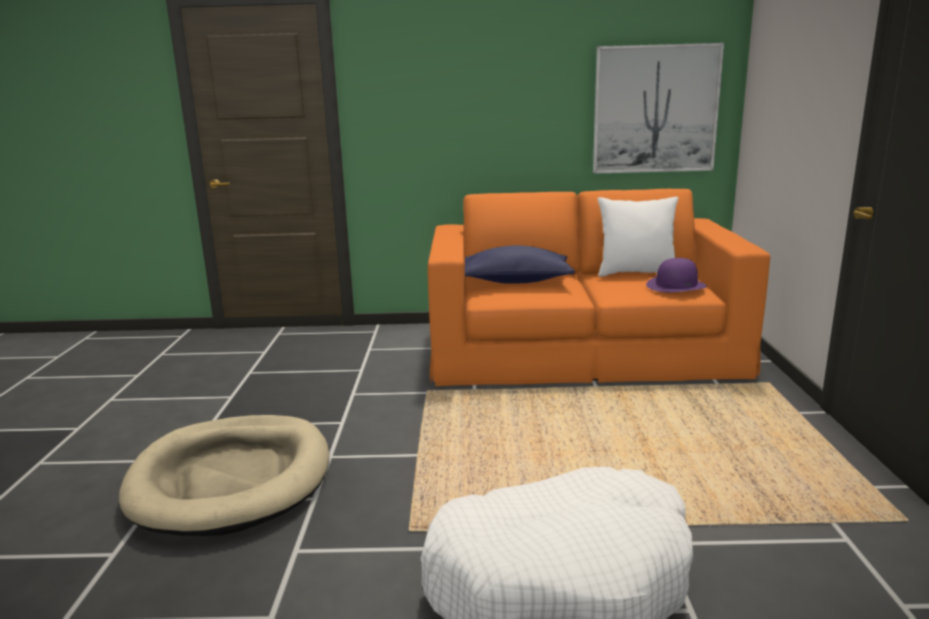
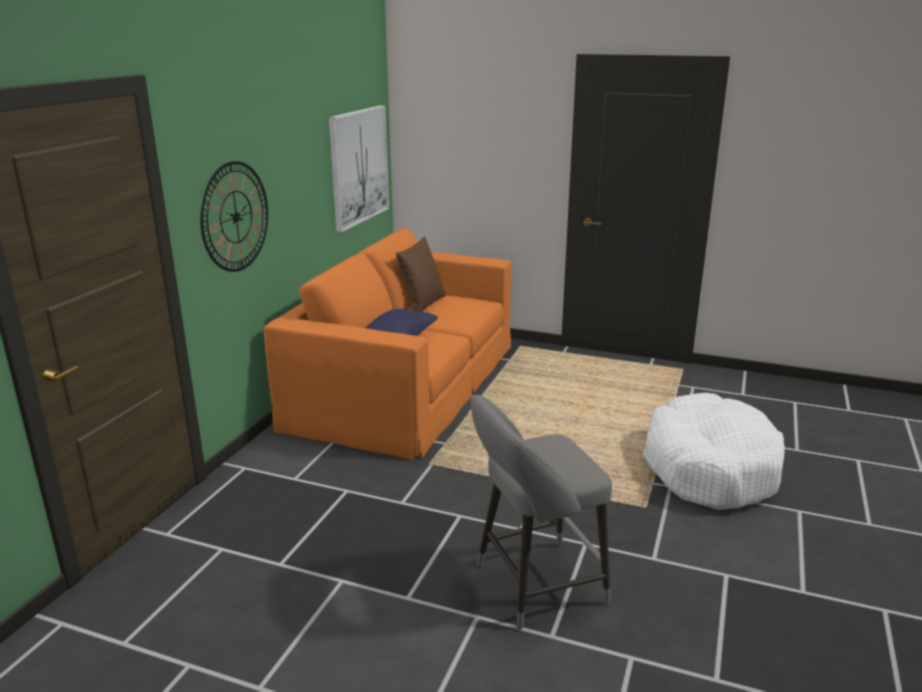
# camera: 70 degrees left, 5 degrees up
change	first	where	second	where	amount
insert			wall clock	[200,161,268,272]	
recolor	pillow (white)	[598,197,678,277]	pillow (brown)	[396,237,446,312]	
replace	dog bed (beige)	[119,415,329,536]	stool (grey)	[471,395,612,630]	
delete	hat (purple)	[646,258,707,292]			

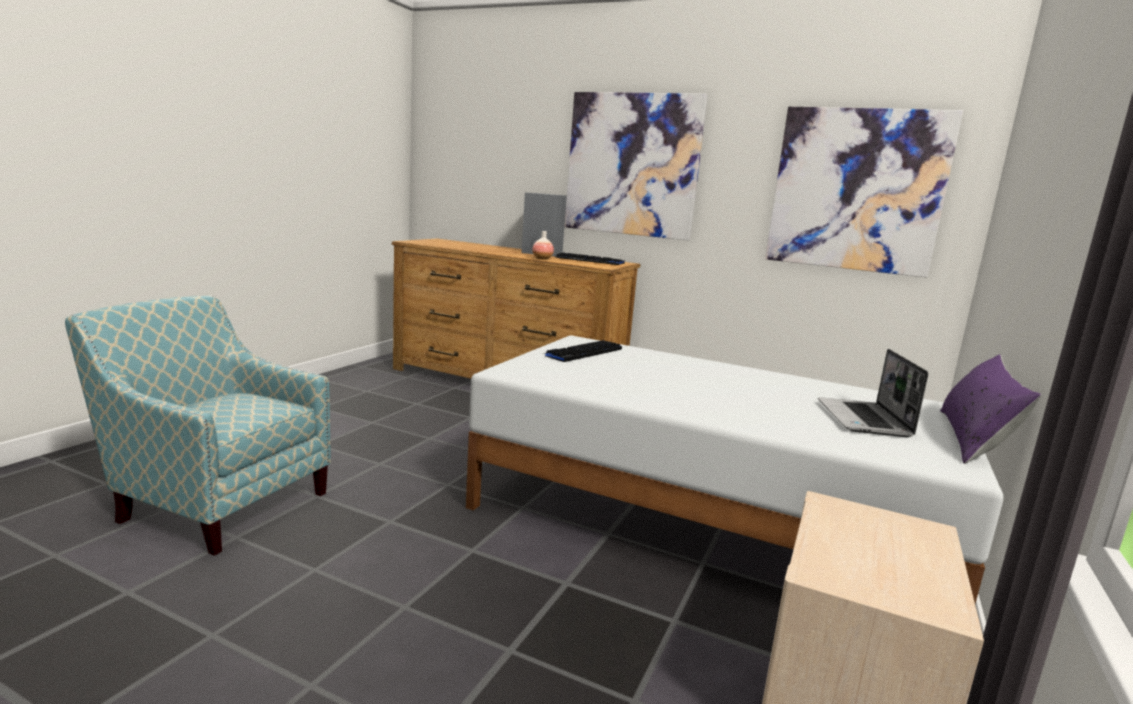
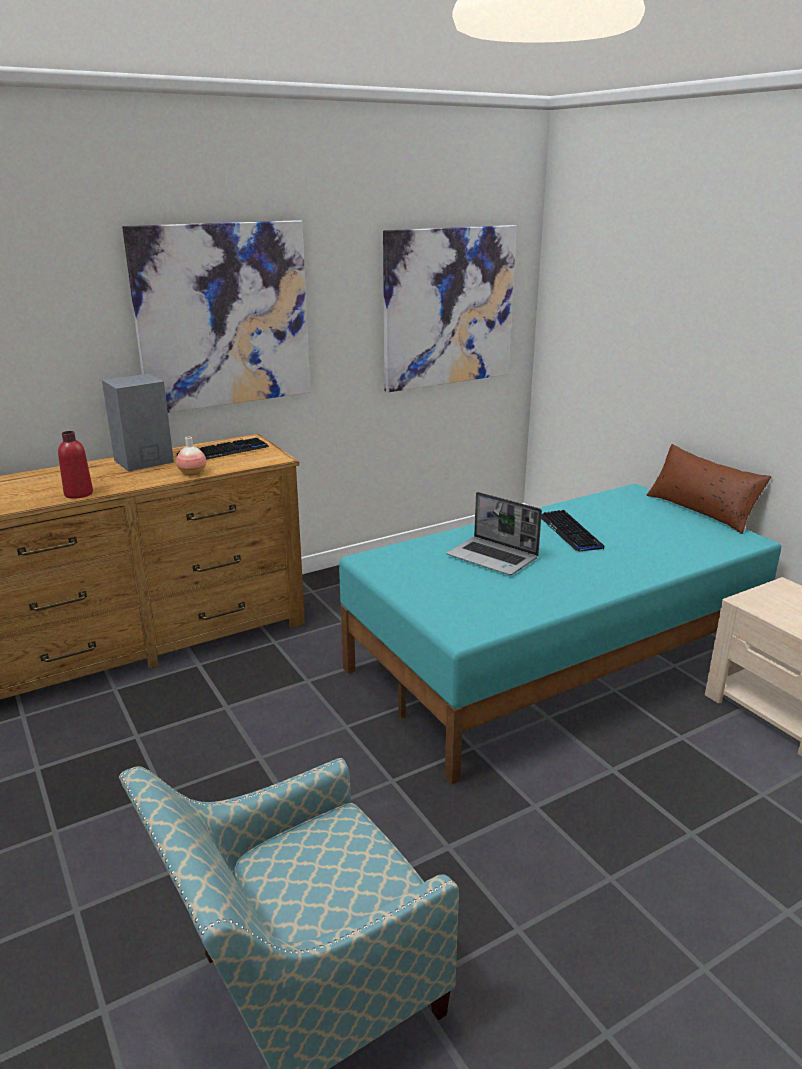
# camera: 55 degrees left, 10 degrees up
change	first	where	second	where	amount
insert			bottle (red)	[58,431,93,499]	
recolor	bed (white)	[466,335,1004,603]	bed (turquoise)	[339,484,781,784]	
move	laptop	[818,349,928,437]		[447,492,542,575]	
move	keyboard	[543,340,622,362]		[541,510,604,551]	
recolor	pillow (purple)	[940,354,1041,464]	pillow (brown)	[646,444,771,534]	

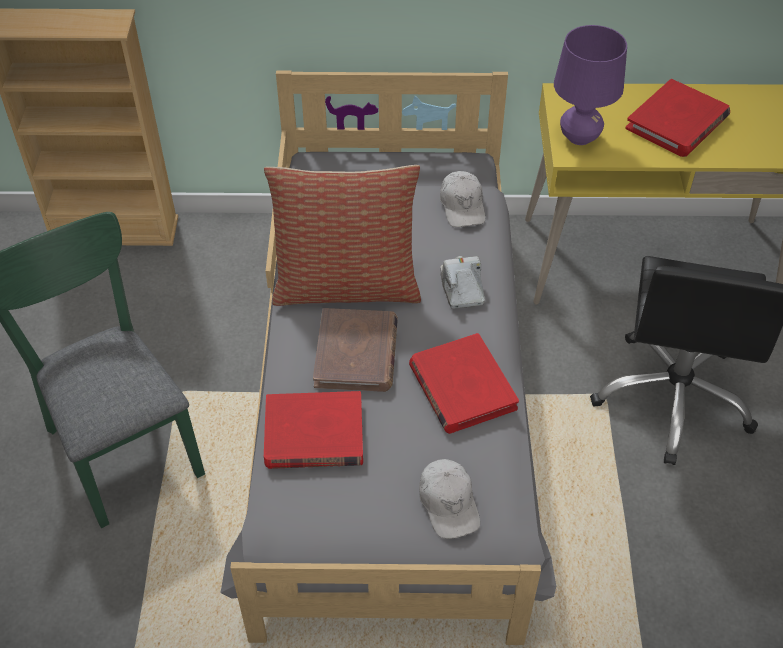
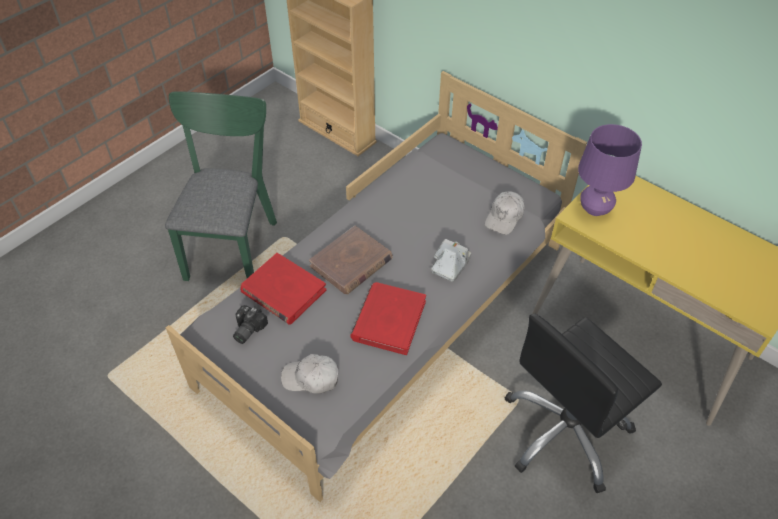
# camera: 40 degrees right, 0 degrees up
change	first	where	second	where	amount
insert			photo camera	[233,305,268,344]	
rotate	cap (white)	[419,459,480,539]		[281,354,339,394]	75 degrees clockwise
delete	pillow	[264,165,421,306]			
delete	book (red)	[625,79,730,157]			

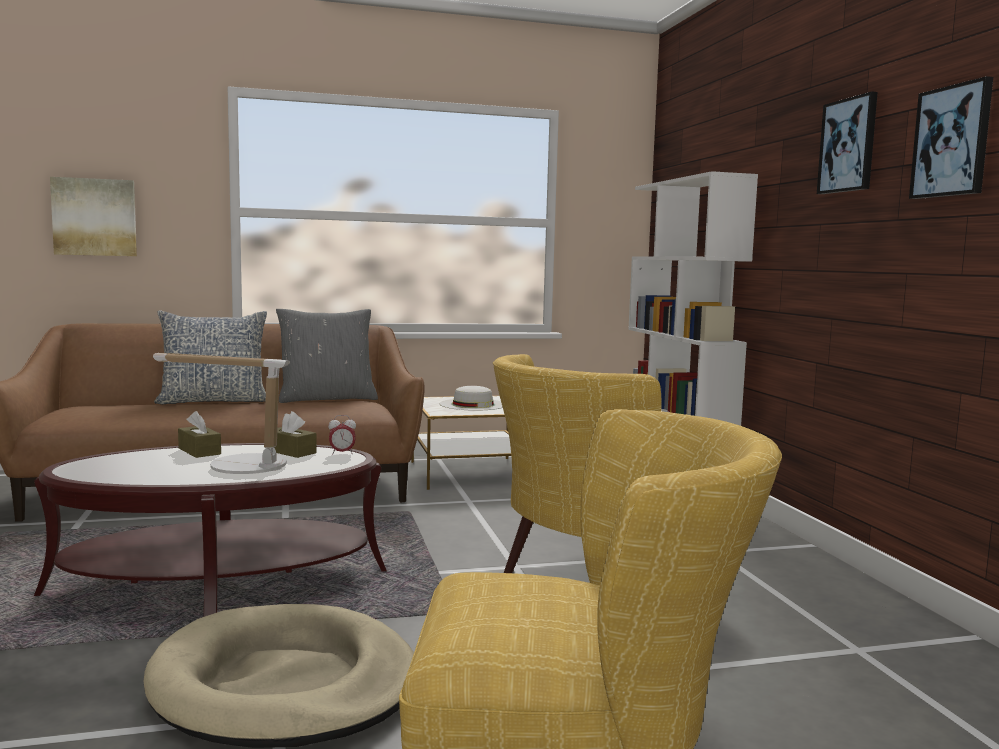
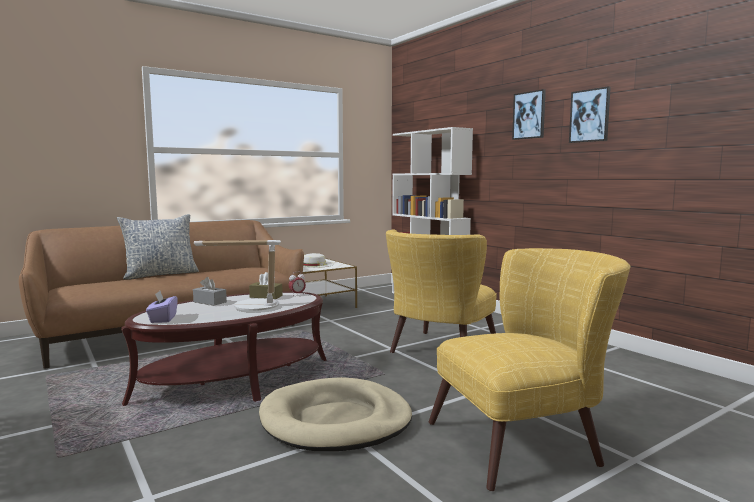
# camera: 20 degrees left, 0 degrees up
change	first	where	second	where	amount
insert			tissue box (purple)	[146,291,178,323]	
recolor	tissue box (brown)	[178,411,221,458]	tissue box (grey)	[193,277,227,306]	
delete	picture	[50,177,137,256]			
delete	pillow (grey)	[276,309,378,403]			

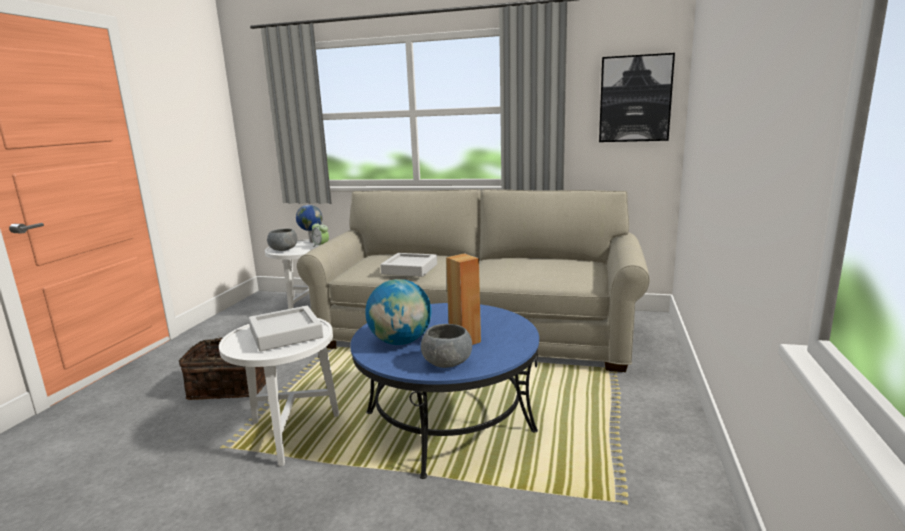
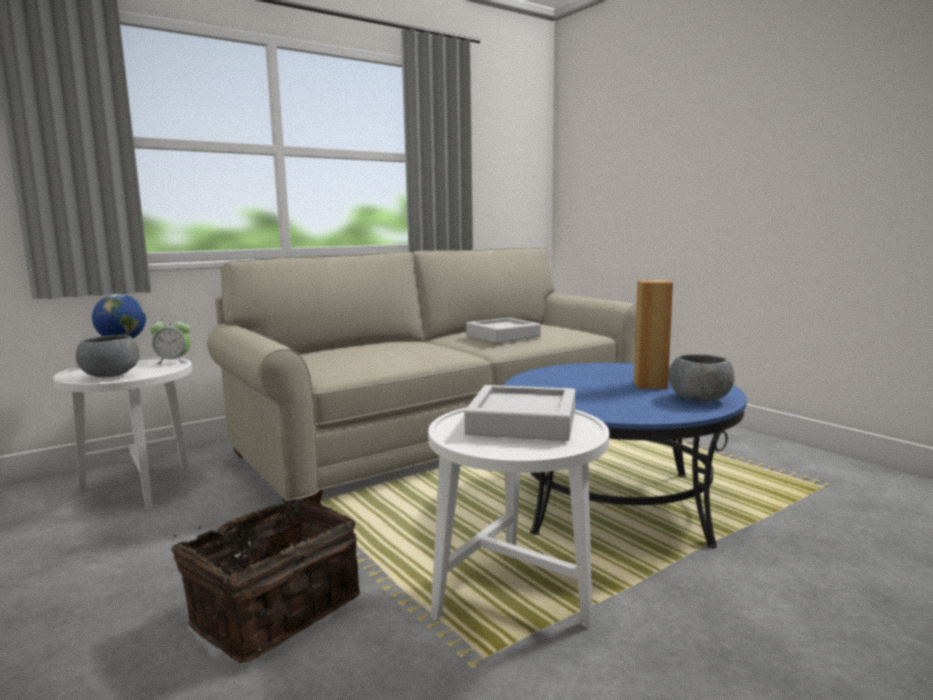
# camera: 50 degrees left, 5 degrees down
change	first	where	second	where	amount
move	tray (grey)	[381,253,437,277]		[466,318,541,343]	
delete	globe	[365,279,431,345]			
delete	picture	[599,53,675,142]			

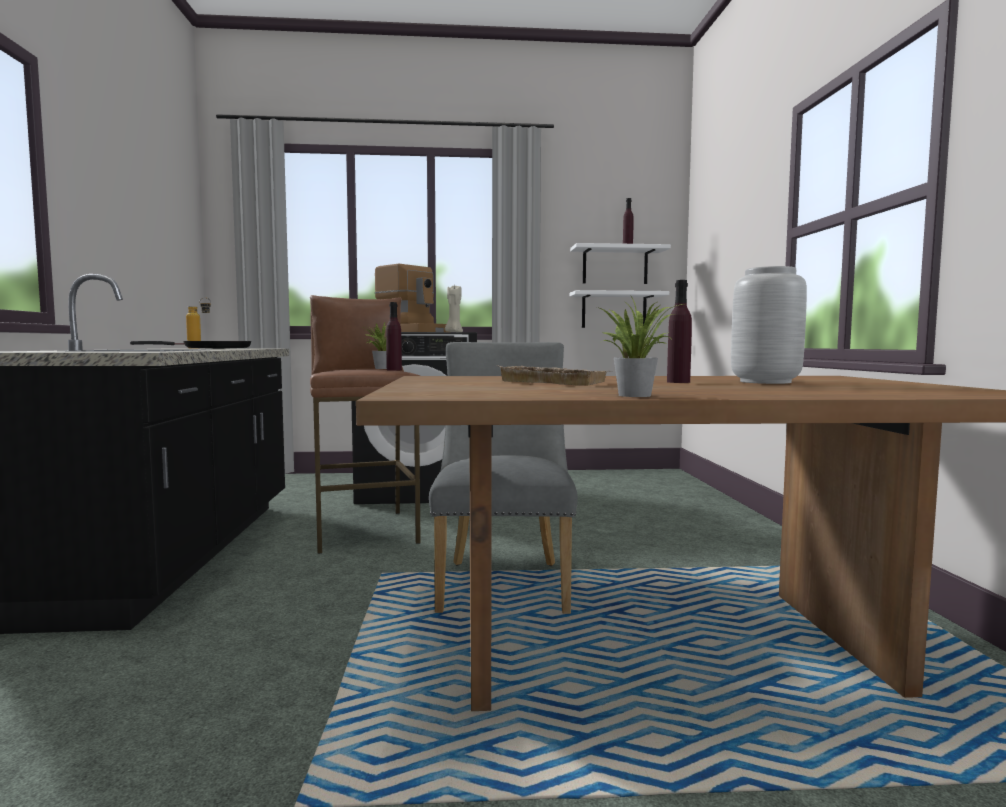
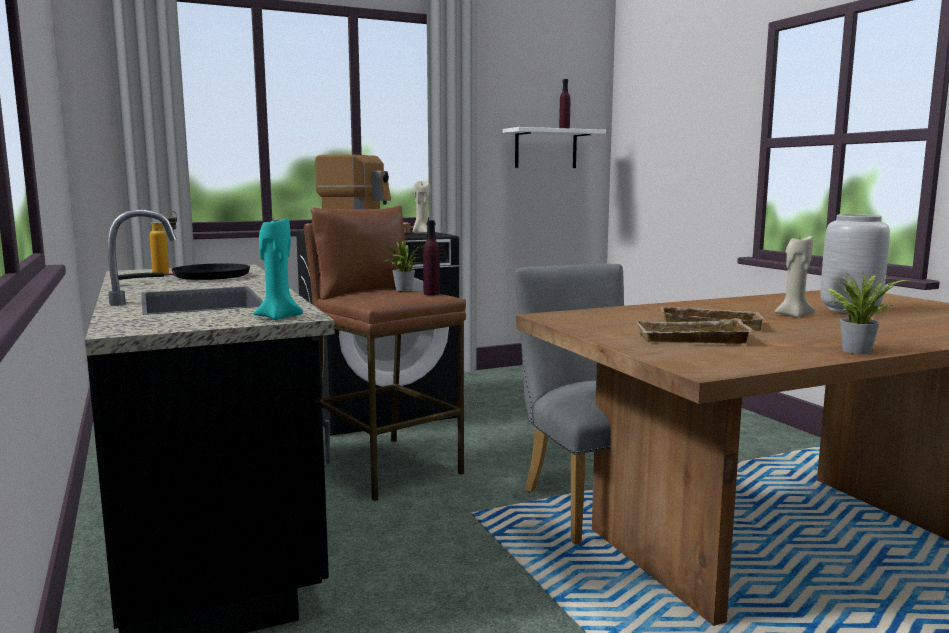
# camera: 20 degrees left, 5 degrees up
change	first	where	second	where	amount
insert			candle (turquoise)	[253,215,303,320]	
insert			tray (beige)	[636,318,754,344]	
replace	bottle (purple)	[667,280,692,383]	candle (beige)	[774,236,815,318]	
delete	shelf (white)	[570,290,669,328]			

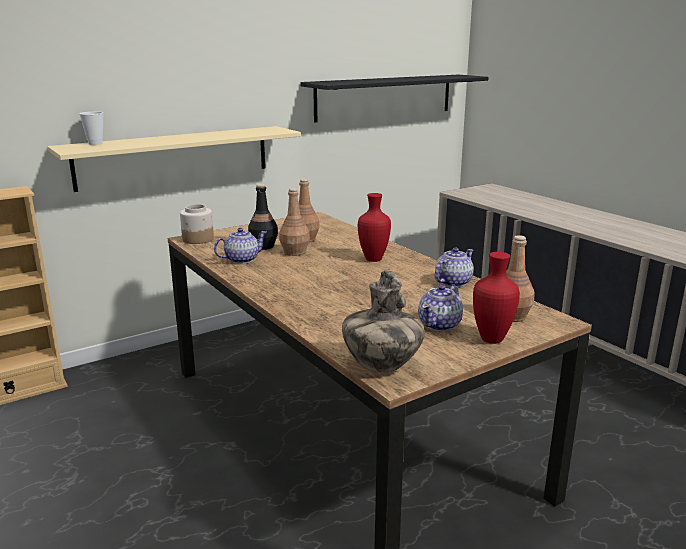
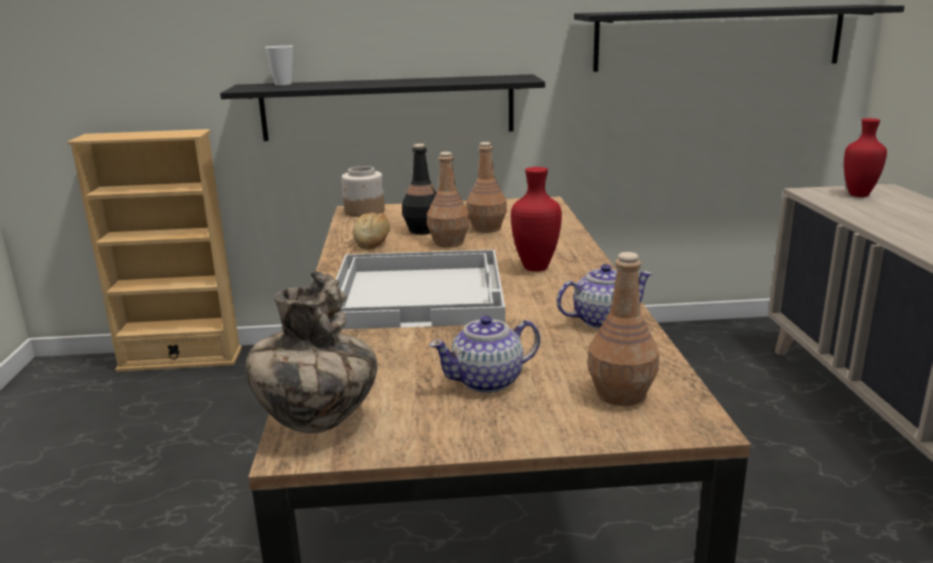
# camera: 30 degrees right, 0 degrees up
change	first	where	second	where	amount
recolor	shelf (beige)	[47,126,301,192]	shelf (black)	[220,74,545,141]	
insert			tray (white)	[336,250,505,329]	
replace	teapot	[214,228,267,264]	bread	[353,213,390,250]	
move	vase (red)	[473,252,520,344]		[844,118,887,197]	

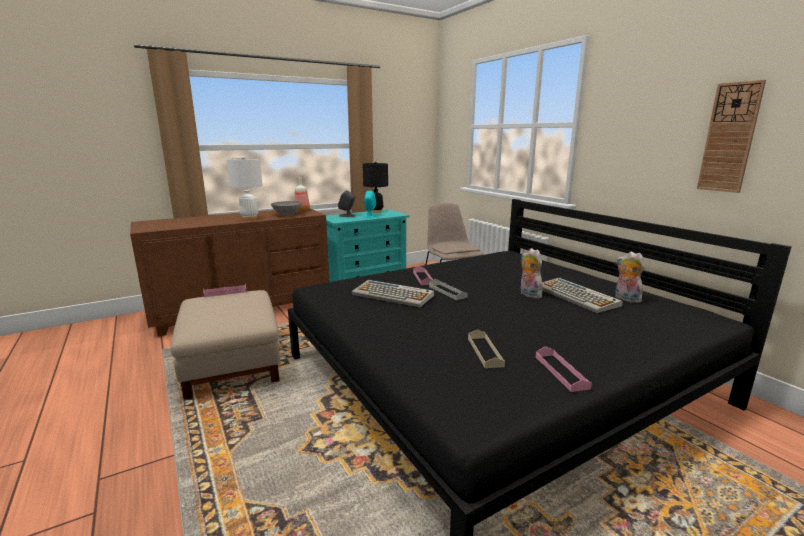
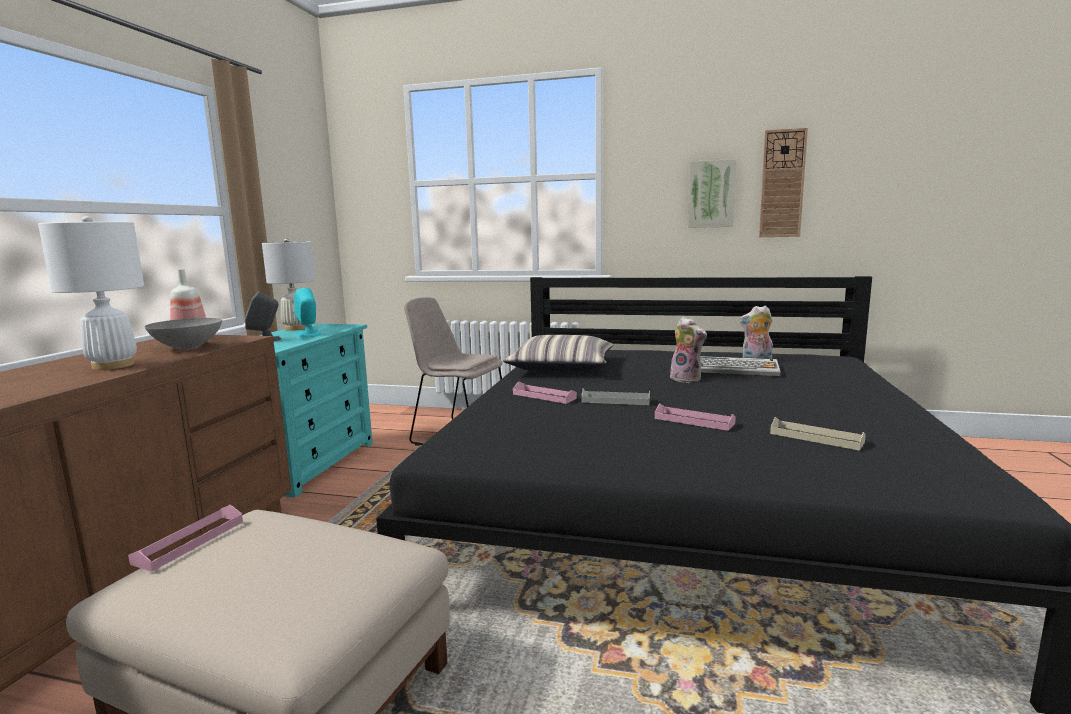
# camera: 45 degrees left, 5 degrees down
change	first	where	second	where	amount
recolor	table lamp (black)	[363,162,388,213]	table lamp (white)	[262,238,315,331]	
insert			pillow	[503,335,613,372]	
move	tray (pink)	[536,346,592,392]		[655,403,736,431]	
rotate	plush toy	[521,248,543,299]		[667,317,707,383]	150 degrees counterclockwise
insert			picture	[688,159,736,228]	
delete	keyboard	[352,280,434,307]			

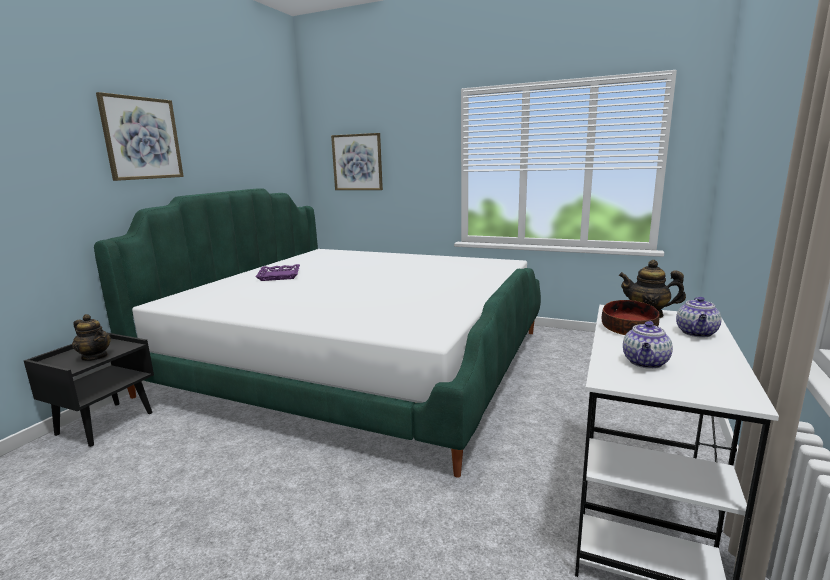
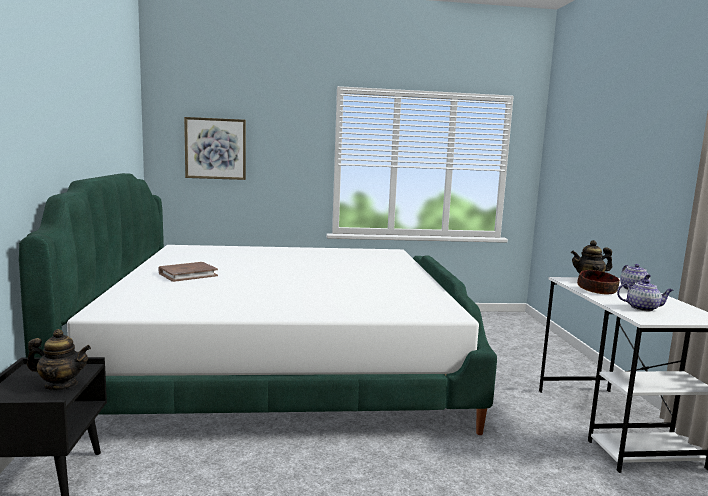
# camera: 30 degrees left, 5 degrees down
change	first	where	second	where	amount
replace	tray (purple)	[255,264,300,281]	book (brown)	[158,262,218,282]	
rotate	teapot	[623,321,673,369]		[617,279,674,311]	75 degrees counterclockwise
delete	picture	[96,92,184,181]			

